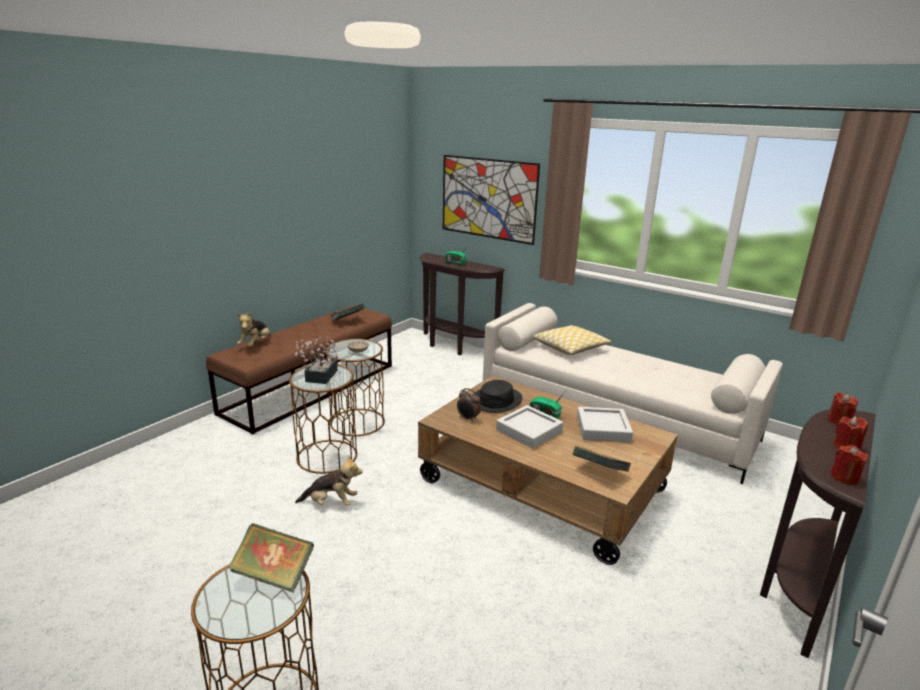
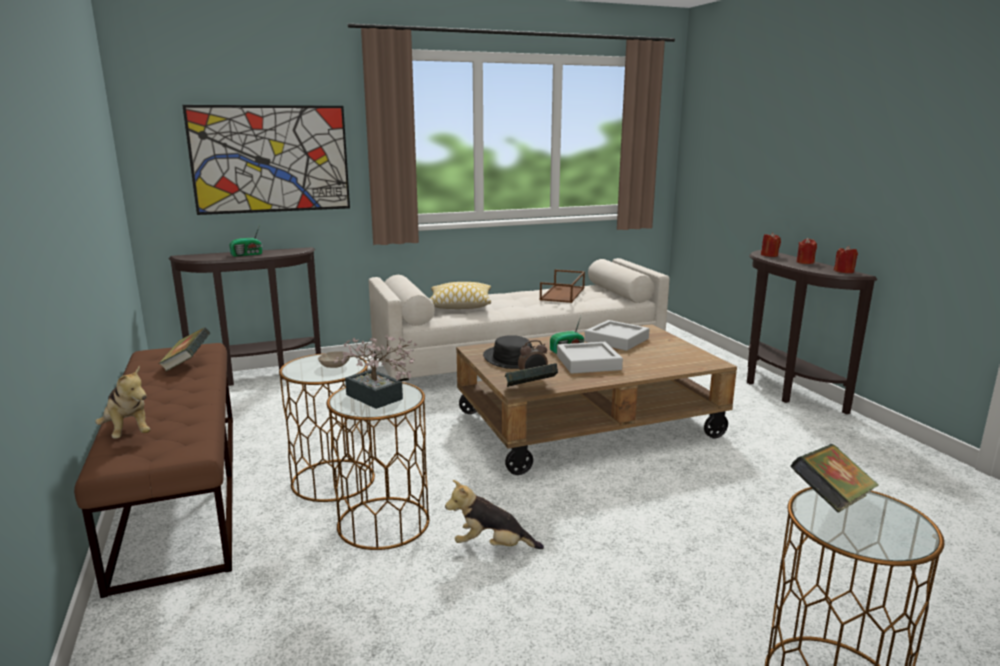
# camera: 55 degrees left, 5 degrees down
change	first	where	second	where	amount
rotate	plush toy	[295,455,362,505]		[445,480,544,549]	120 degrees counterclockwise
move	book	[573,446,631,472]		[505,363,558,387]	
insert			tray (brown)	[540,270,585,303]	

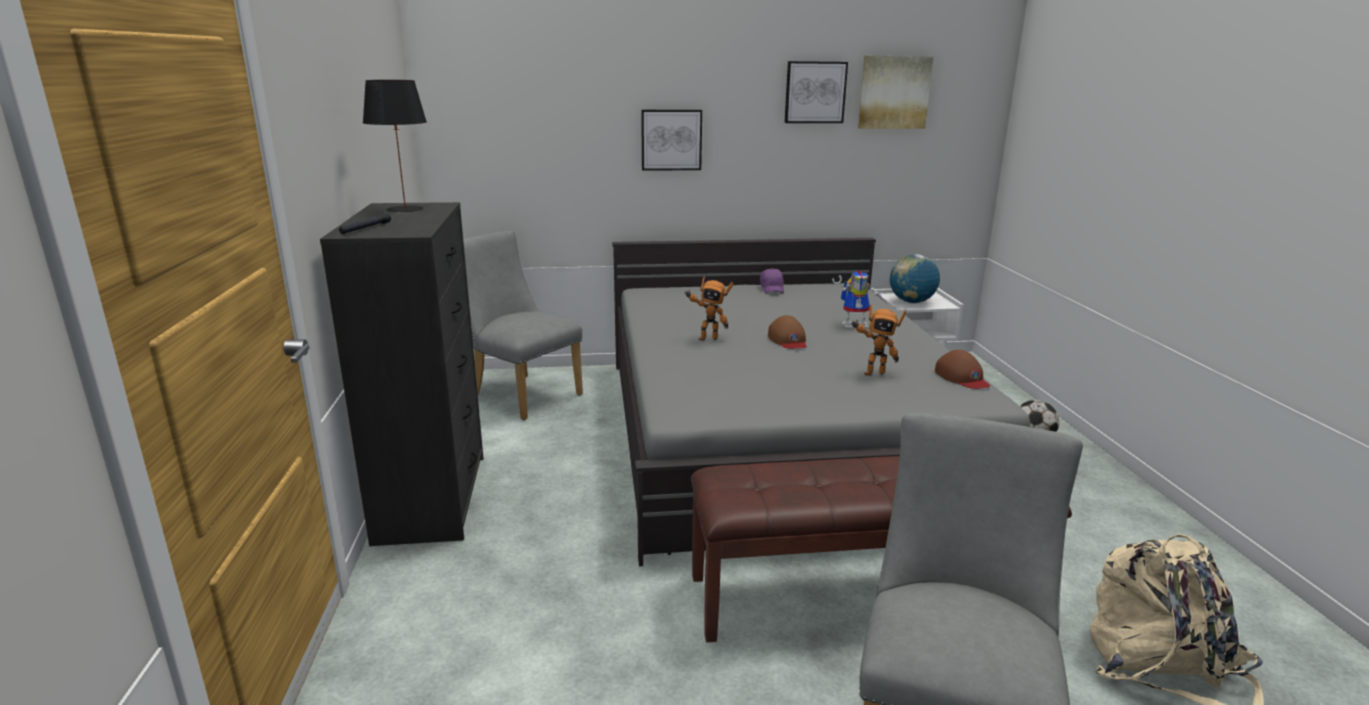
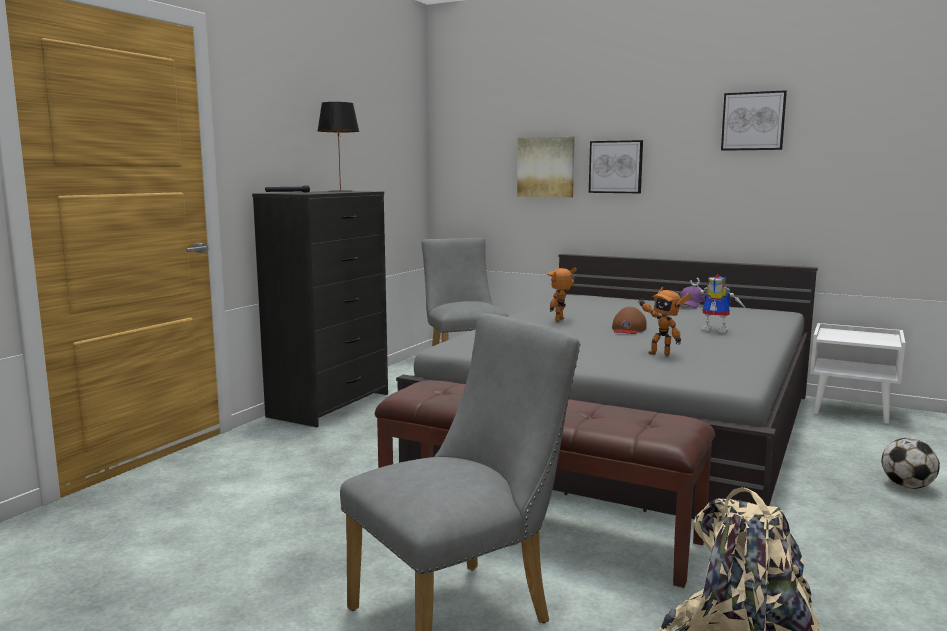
# camera: 35 degrees right, 10 degrees down
change	first	where	second	where	amount
move	picture	[858,56,934,129]		[517,136,575,198]	
rotate	toy robot	[684,277,734,341]		[547,267,577,322]	90 degrees clockwise
delete	globe	[890,254,940,303]			
delete	cap (brown)	[935,350,990,389]			

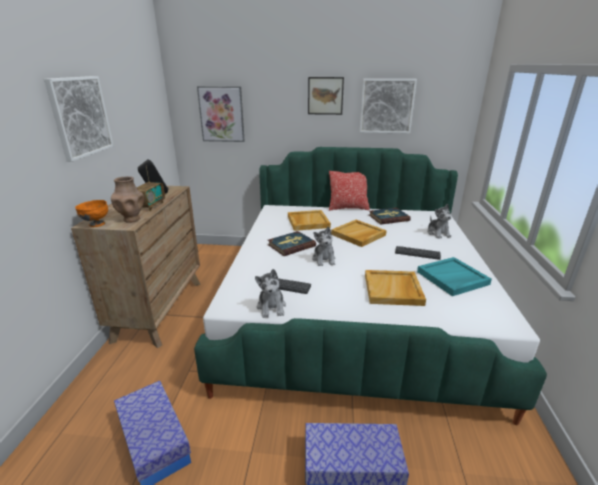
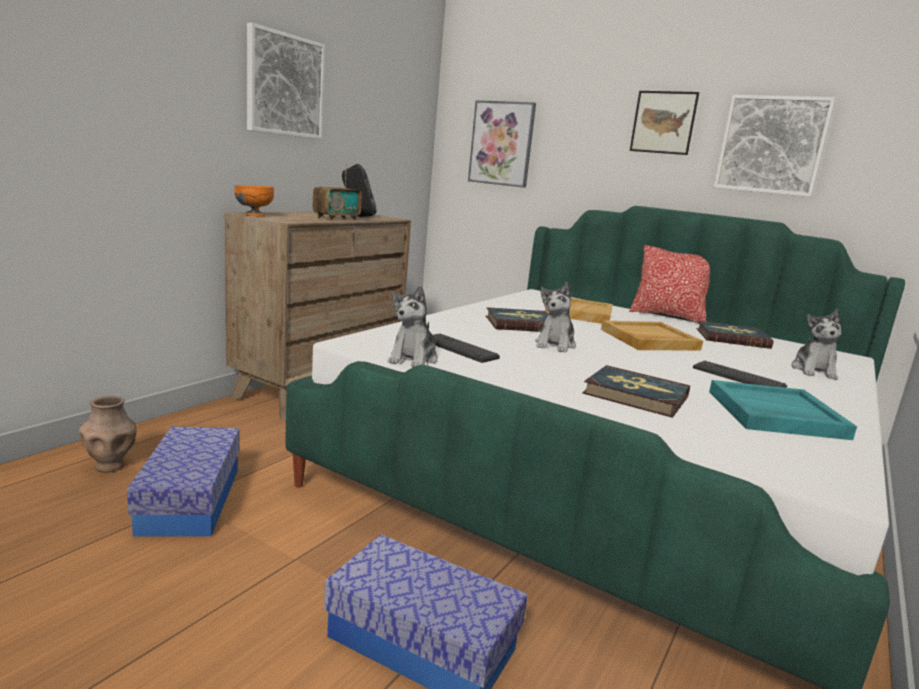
# camera: 25 degrees right, 10 degrees down
change	first	where	second	where	amount
move	vase (brown)	[111,176,144,223]		[79,396,136,472]	
replace	tray (beige)	[365,270,426,306]	book	[582,365,690,418]	

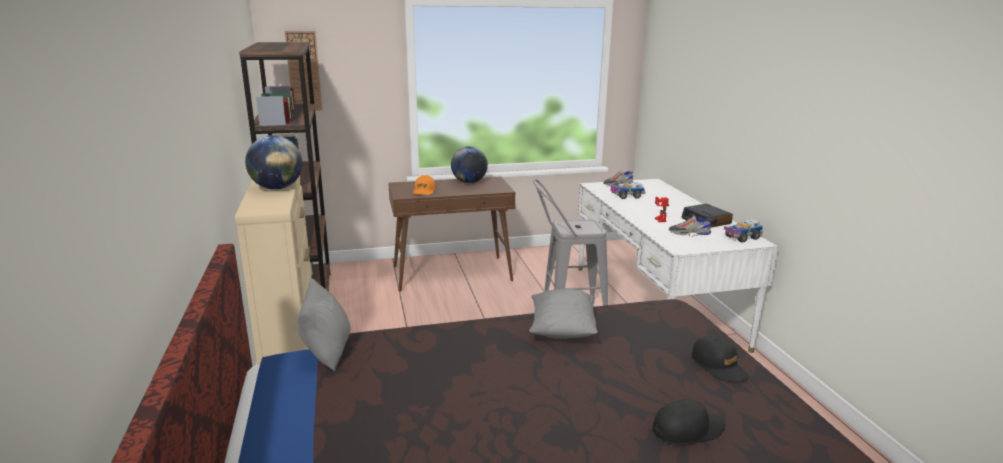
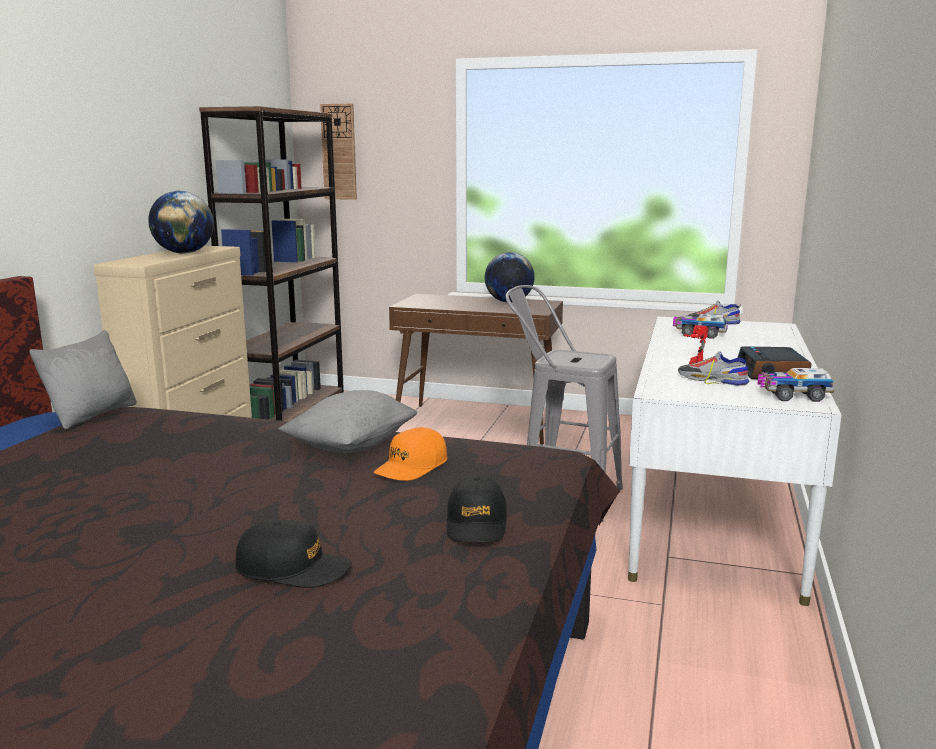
# camera: 30 degrees right, 5 degrees down
change	first	where	second	where	amount
move	cap (orange)	[413,175,436,195]		[374,427,447,481]	

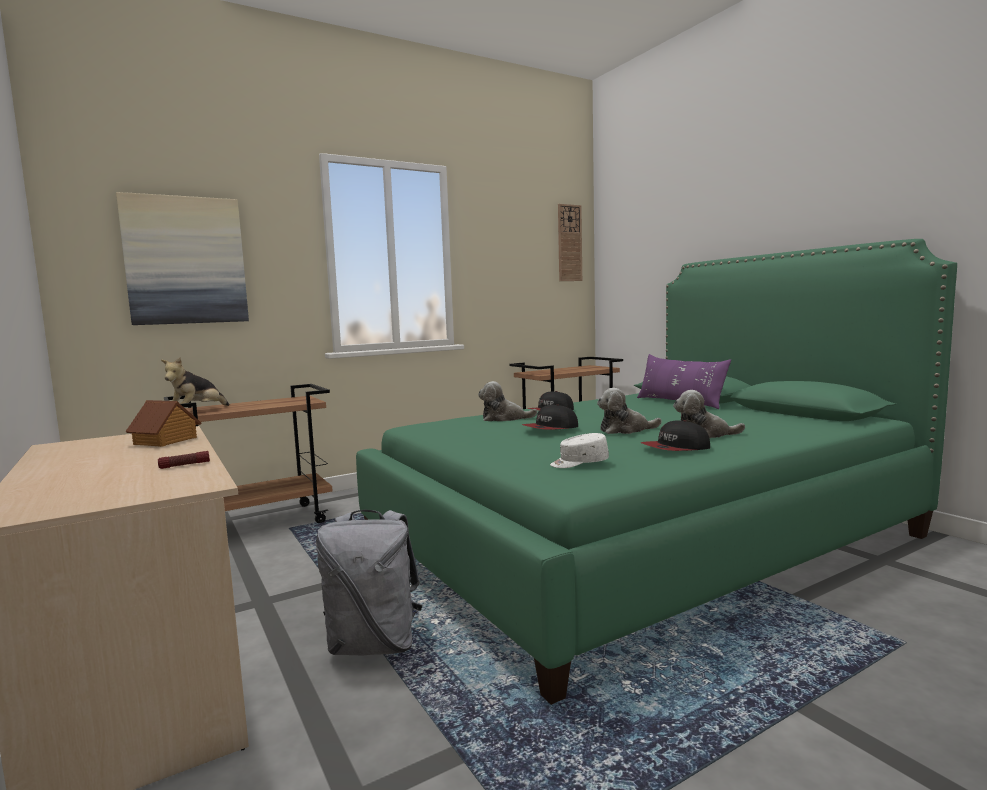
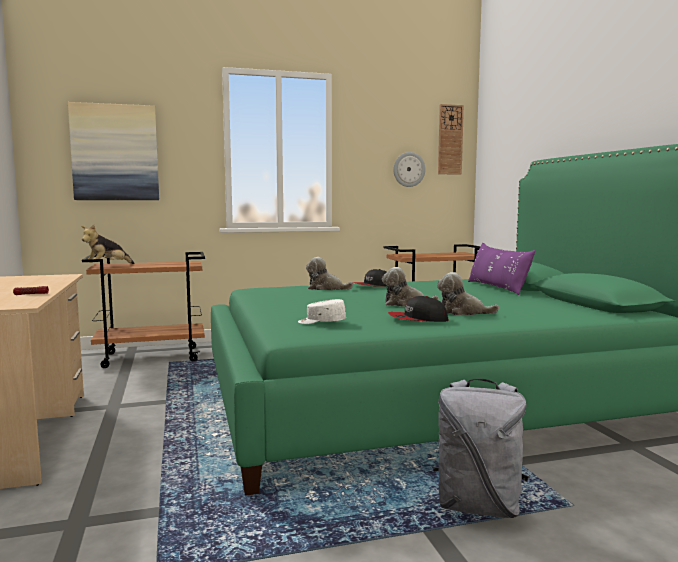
# camera: 15 degrees right, 0 degrees up
change	first	where	second	where	amount
insert			wall clock	[393,152,425,187]	
move	backpack (grey)	[316,510,423,655]		[433,378,529,518]	
delete	toy house	[125,400,201,447]			
delete	cap	[522,404,578,430]			

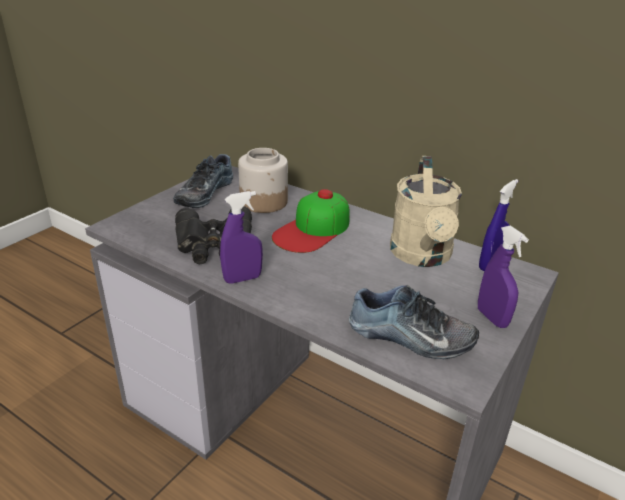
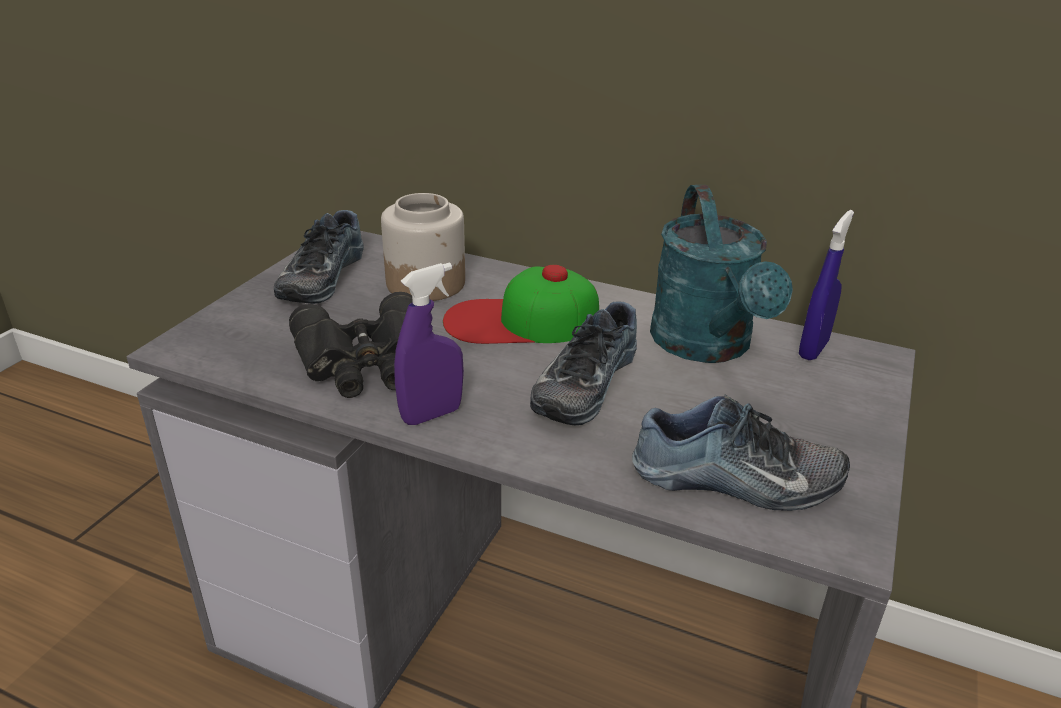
# camera: 10 degrees left, 0 degrees up
change	first	where	second	where	amount
rotate	cap	[272,189,350,253]		[443,265,599,344]	60 degrees clockwise
insert			shoe	[530,301,637,425]	
recolor	watering can (beige)	[390,156,462,267]	watering can (turquoise)	[650,185,793,363]	
delete	spray bottle (purple)	[478,226,529,328]			

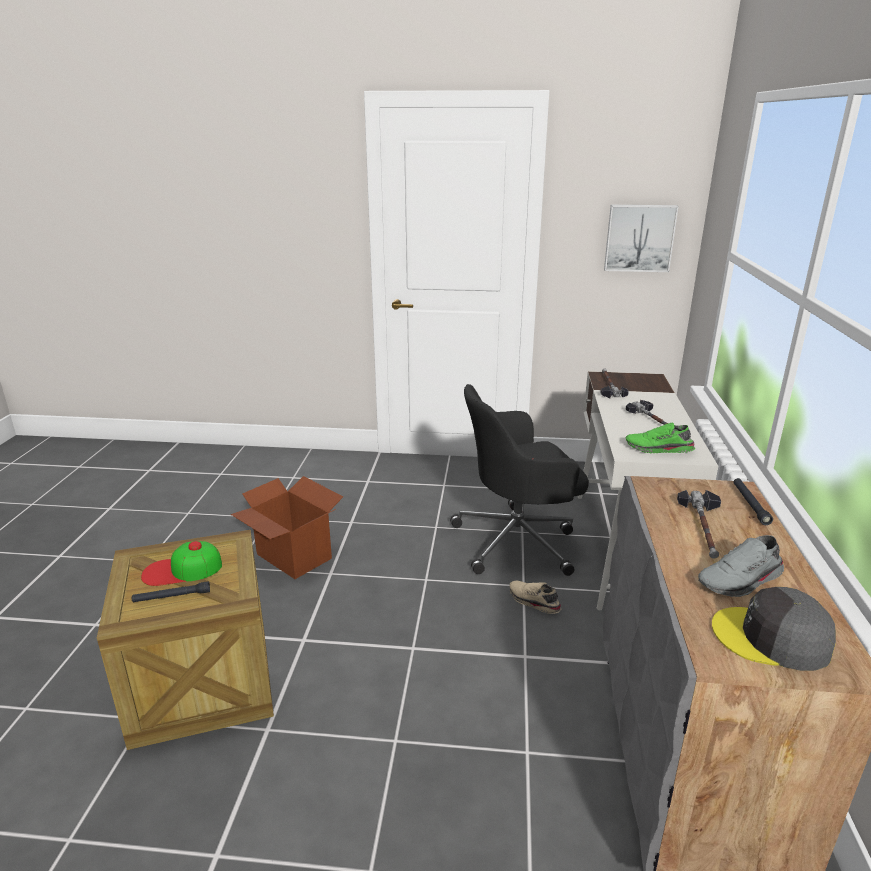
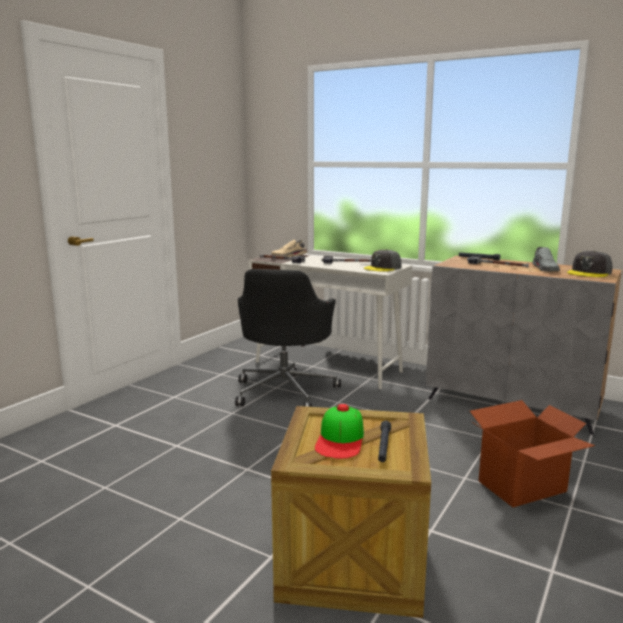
# camera: 65 degrees left, 10 degrees down
change	first	where	second	where	amount
move	shoe (beige)	[510,581,561,614]		[271,240,308,257]	
replace	shoe (green)	[626,423,695,453]	cap (grey)	[364,249,401,272]	
move	cardboard box	[231,476,343,579]		[470,400,595,507]	
delete	picture	[604,205,679,272]			

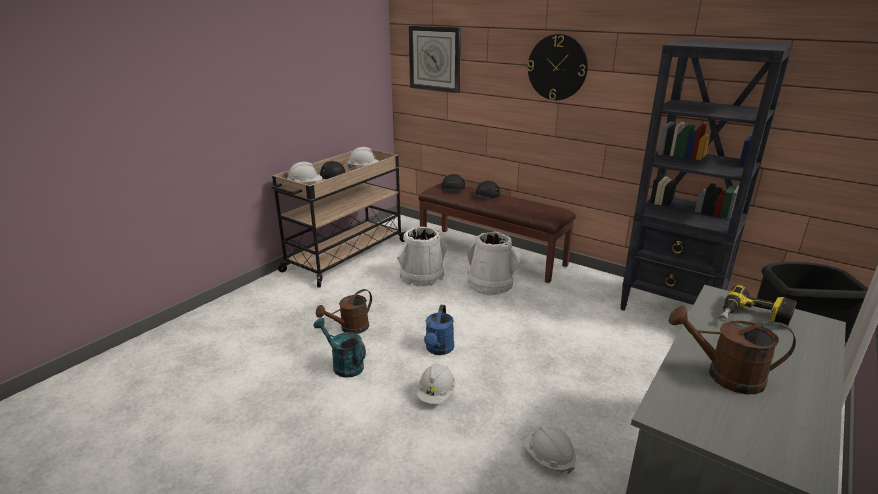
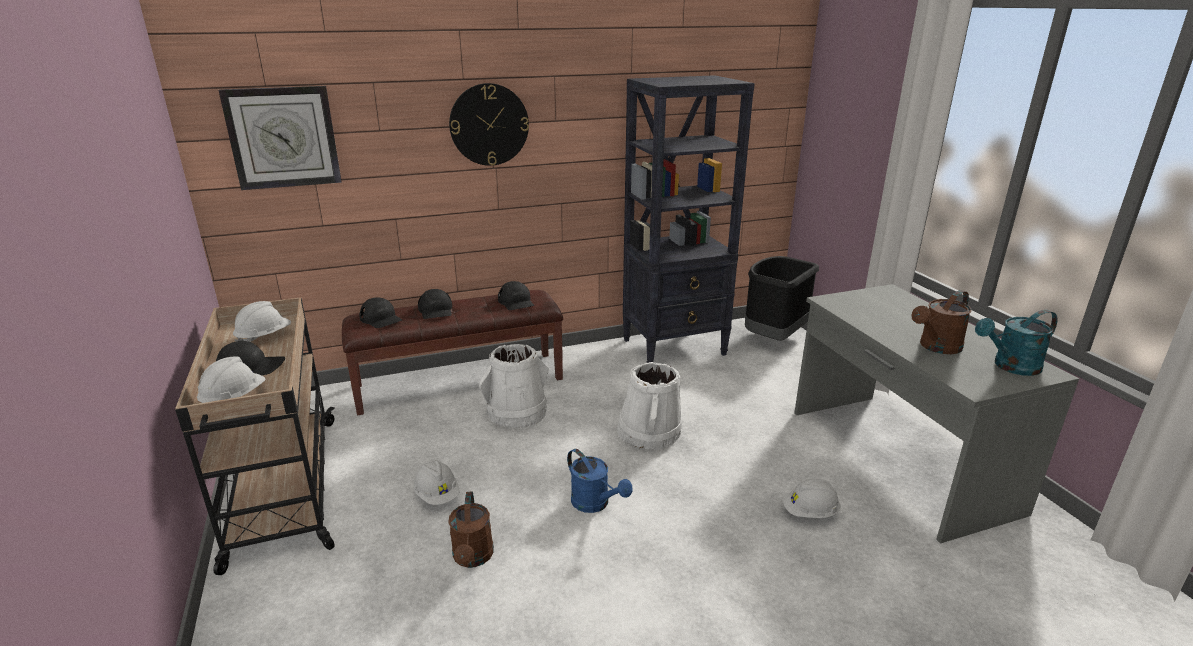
# camera: 55 degrees left, 0 degrees up
change	first	where	second	where	amount
move	hard hat (white)	[417,364,455,404]		[414,460,460,505]	
insert			cap (black)	[498,281,534,310]	
move	bucket (white)	[397,227,447,286]		[617,362,682,450]	
move	watering can (turquoise)	[313,318,366,378]		[975,310,1058,376]	
delete	power drill	[719,285,797,328]			

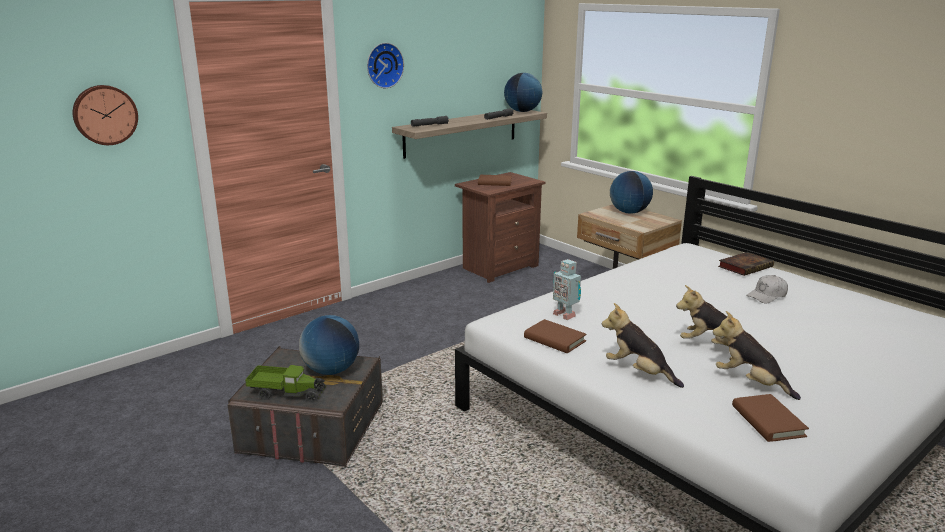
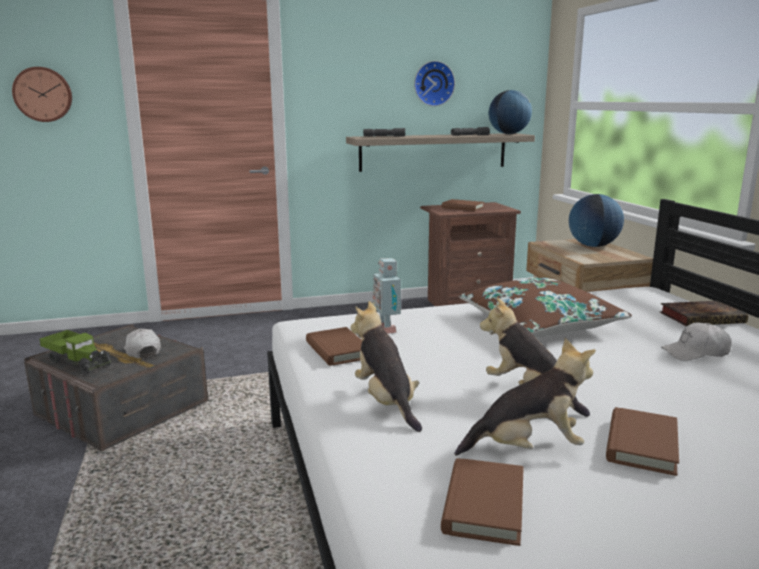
# camera: 25 degrees right, 5 degrees down
change	first	where	second	where	amount
replace	globe	[299,315,359,375]	cap (white)	[124,329,161,358]	
move	wall clock	[367,43,404,88]		[414,61,455,106]	
rotate	plush toy	[713,311,801,400]		[455,338,596,456]	105 degrees clockwise
insert			pillow (brown)	[458,278,632,337]	
insert			book (brown)	[606,407,679,476]	

